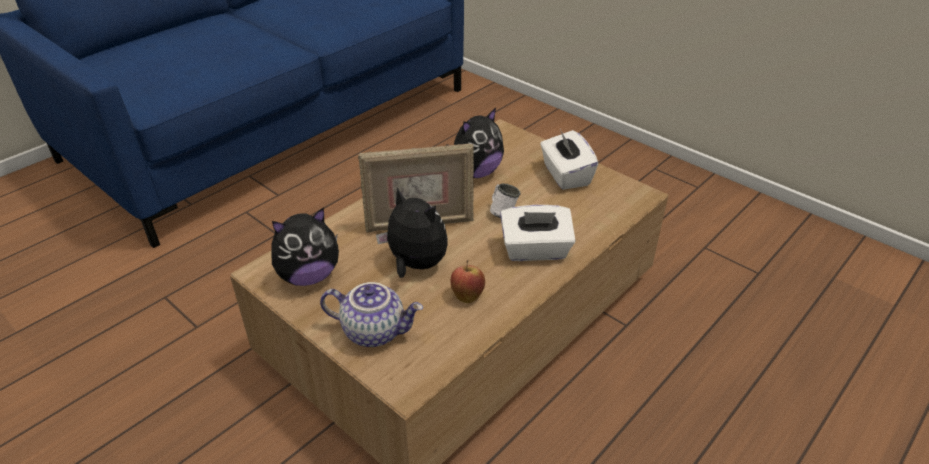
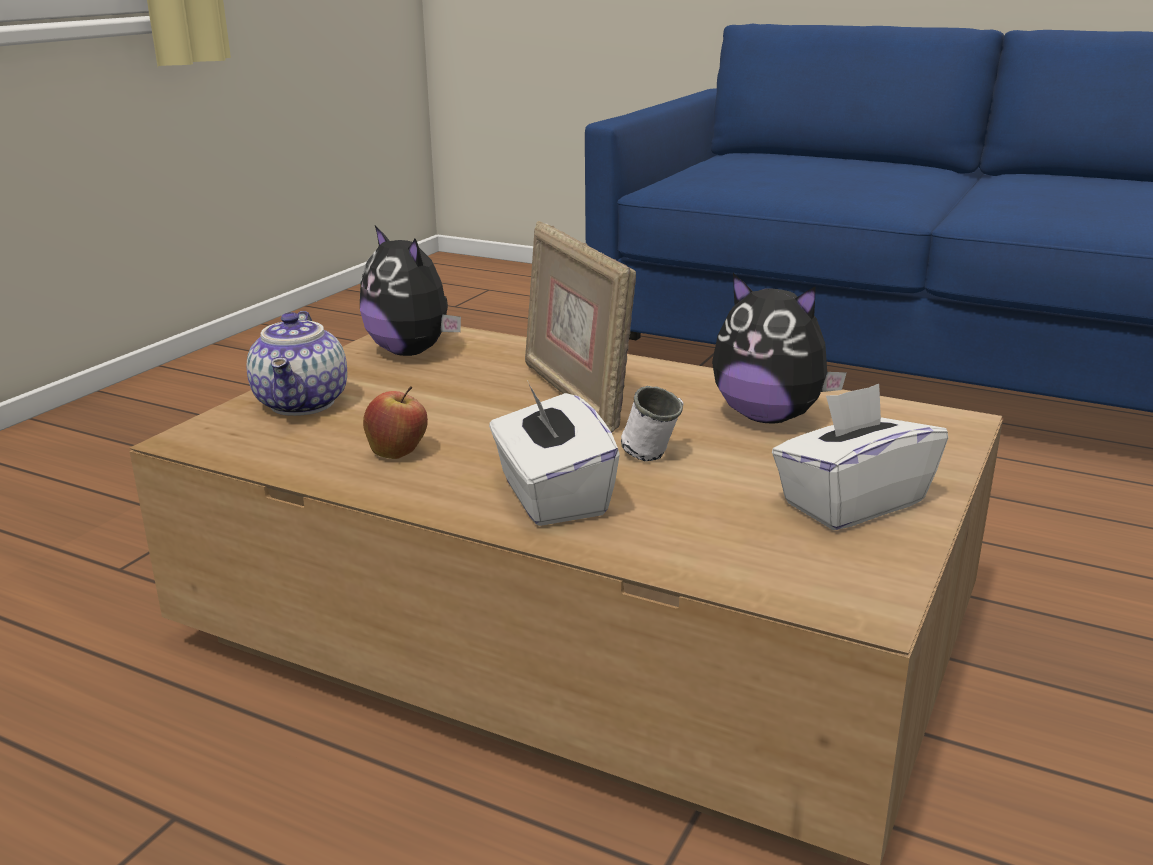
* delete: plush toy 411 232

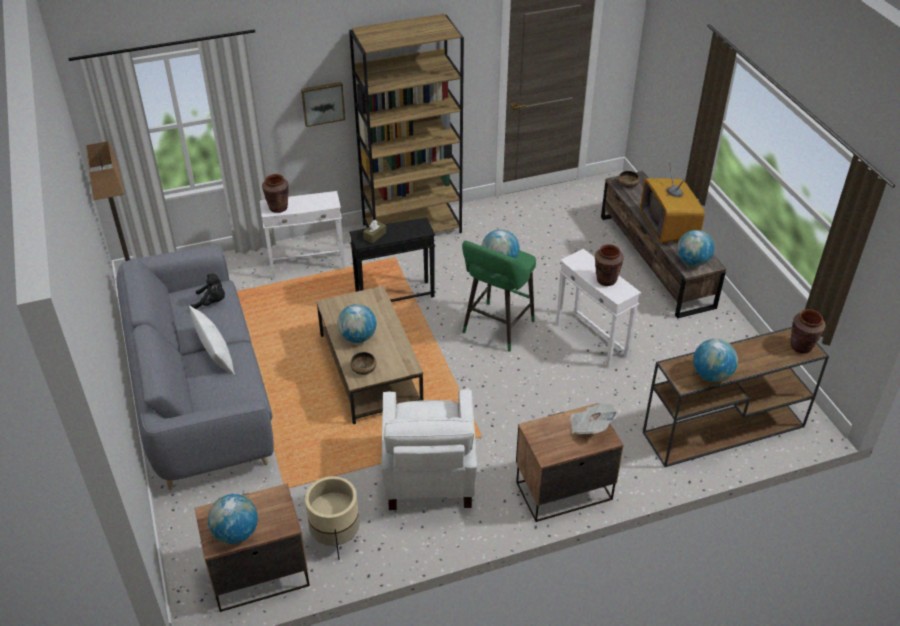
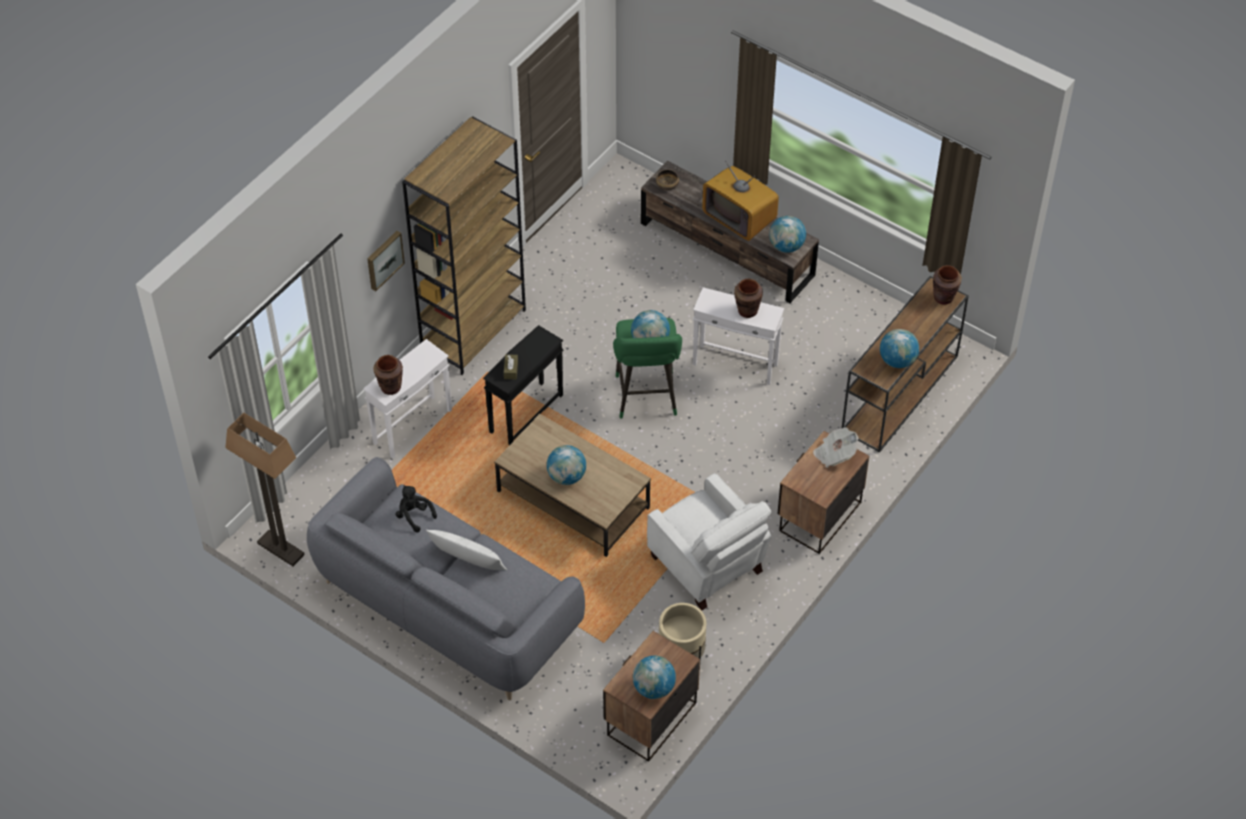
* rotate: plush toy/black 207 291 = 416 509 105 degrees counterclockwise
* delete: bowl 363 363

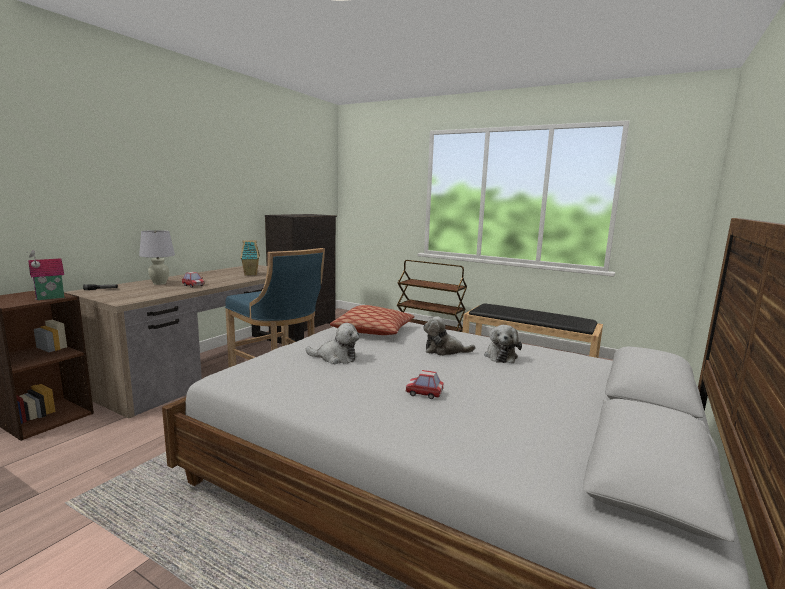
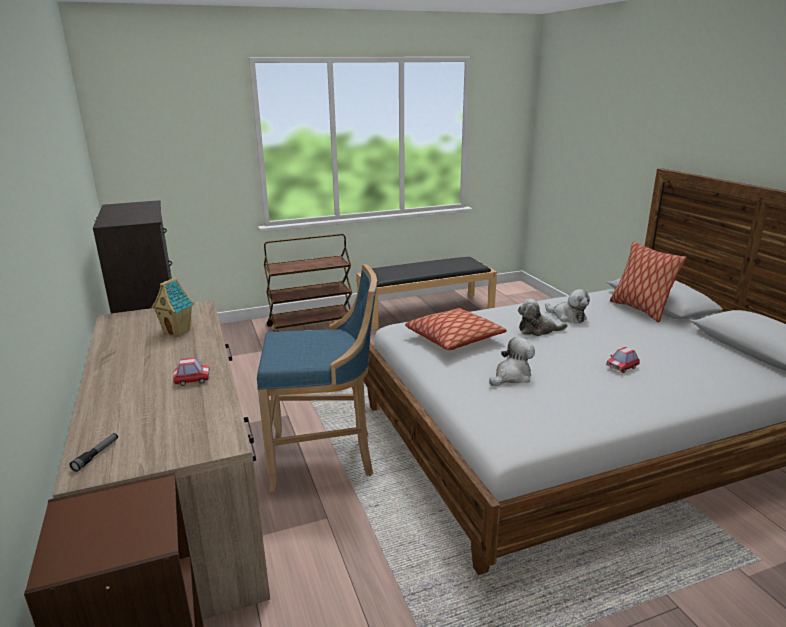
* delete: toy house 46 275
* delete: table lamp/white 157 257
* rotate: plush toy 449 336 = 542 317 45 degrees clockwise
* insert: pillow 648 281

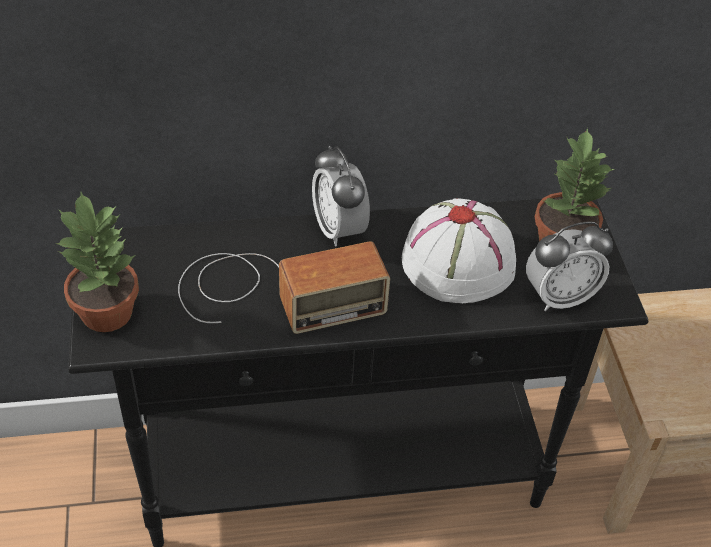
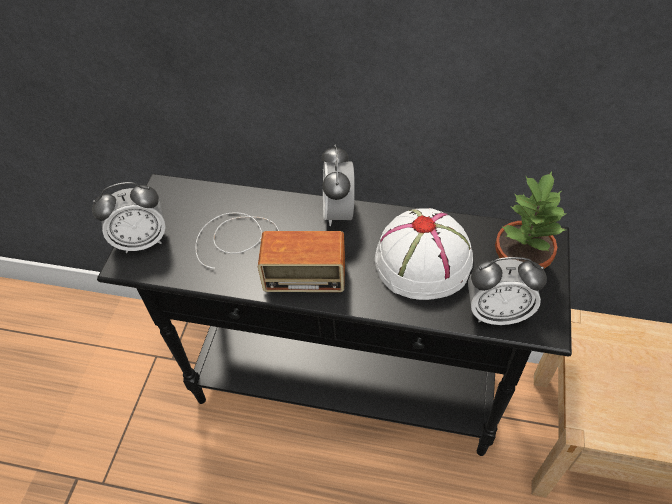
* replace: potted plant 97 262 to alarm clock 129 217

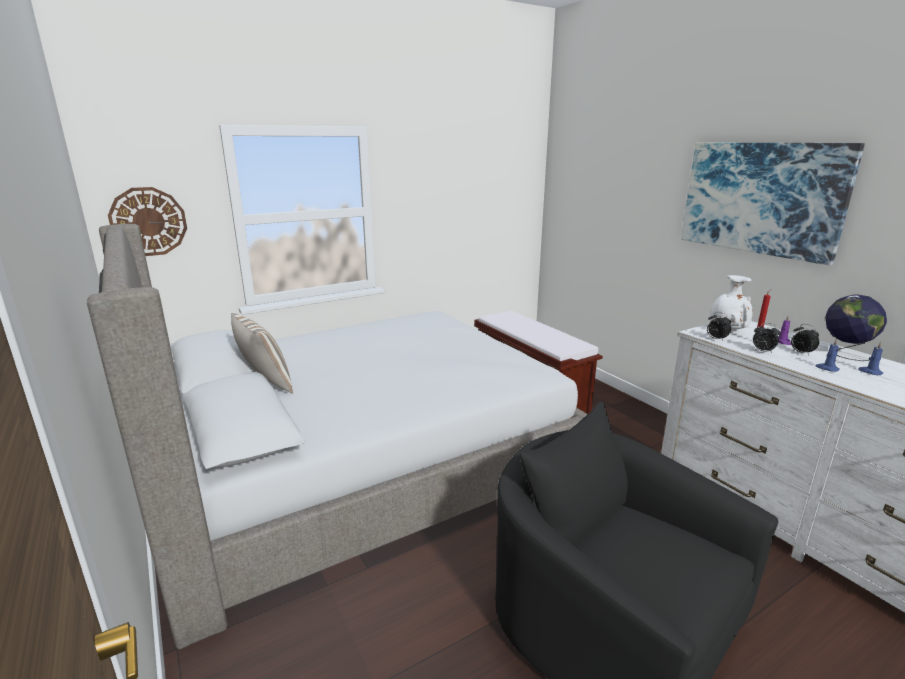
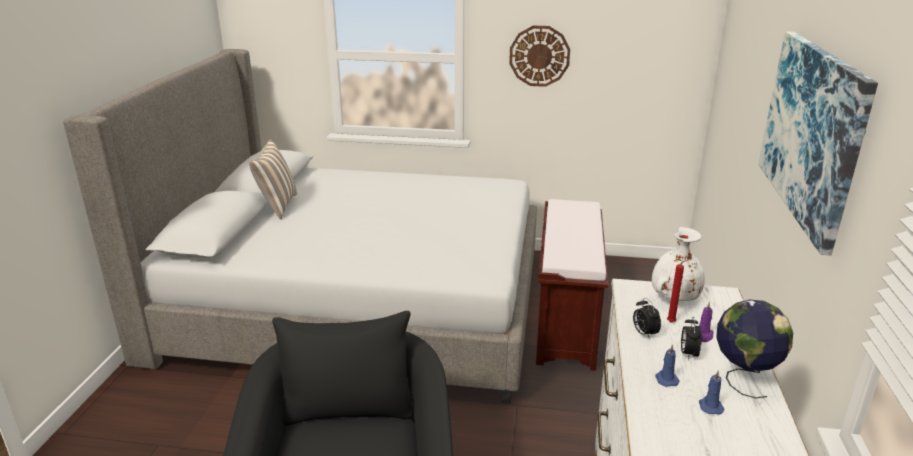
* move: wall clock 147 221 to 539 56
* delete: alarm clock 719 327

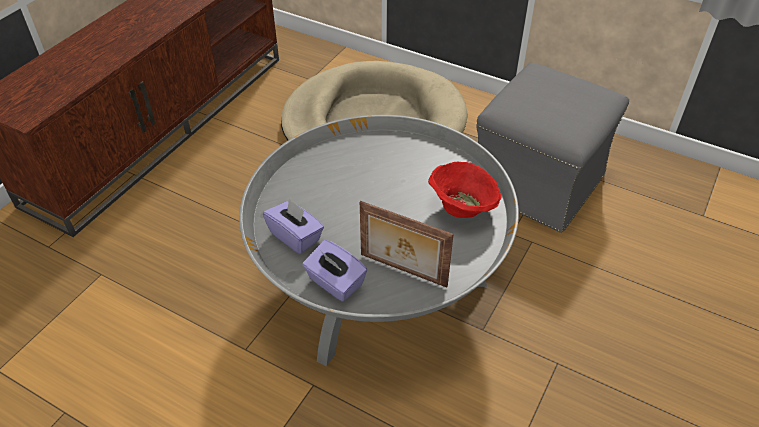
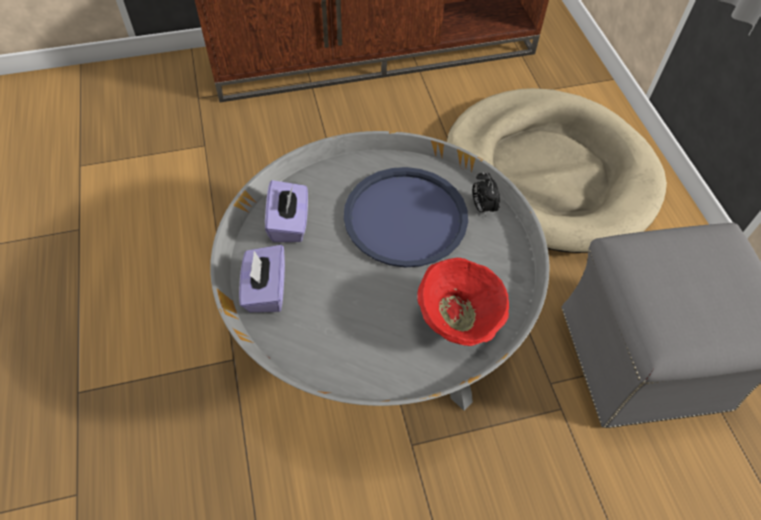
* delete: picture frame 406 244
* insert: tray/blue 406 217
* insert: alarm clock 486 194

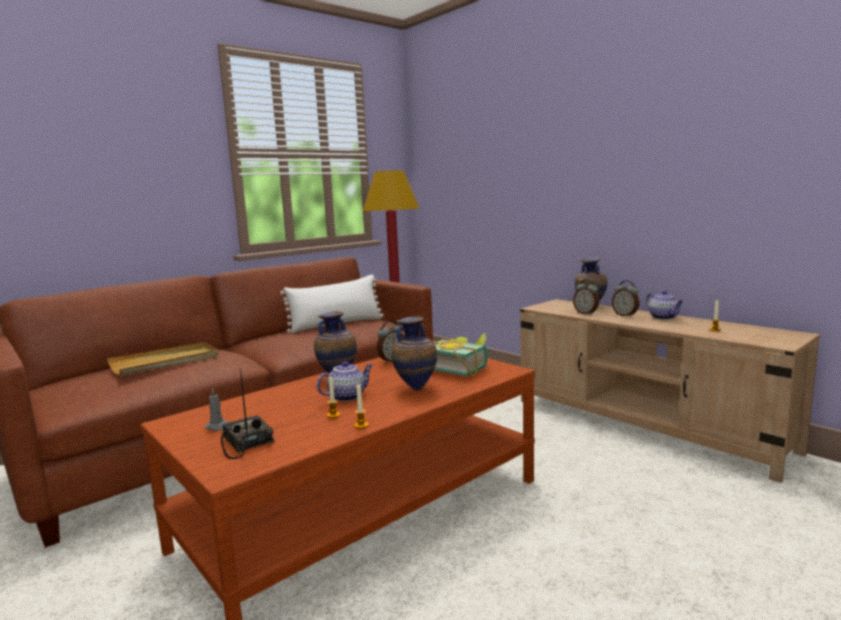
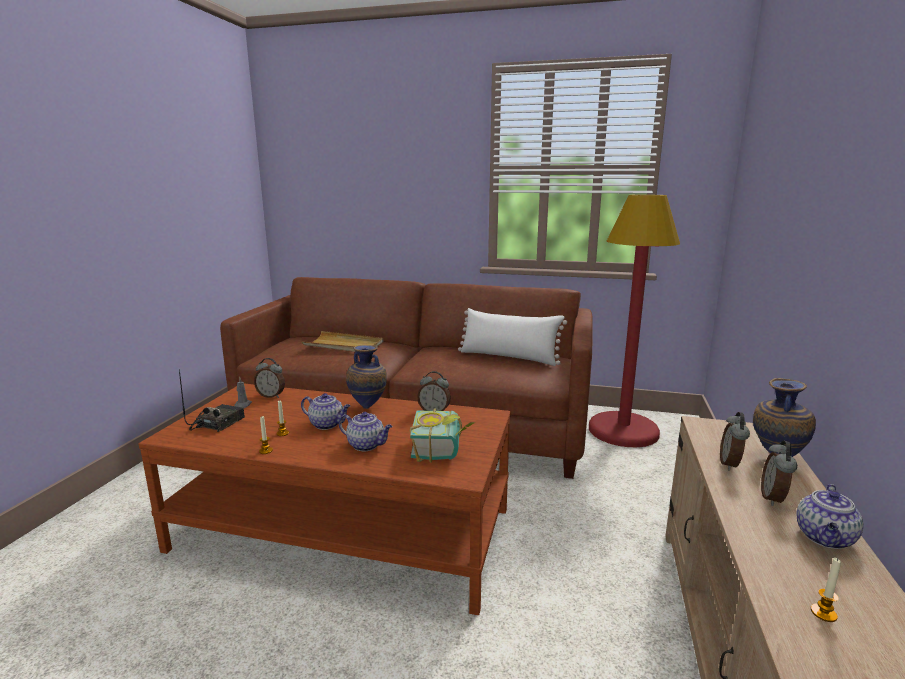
* replace: vase 414 353 to teapot 365 431
* insert: alarm clock 269 378

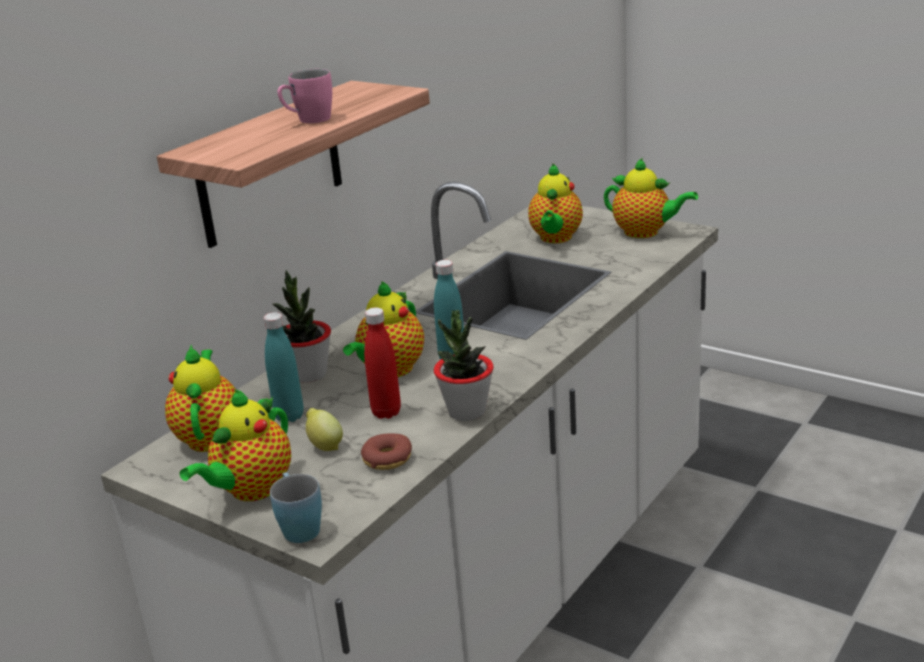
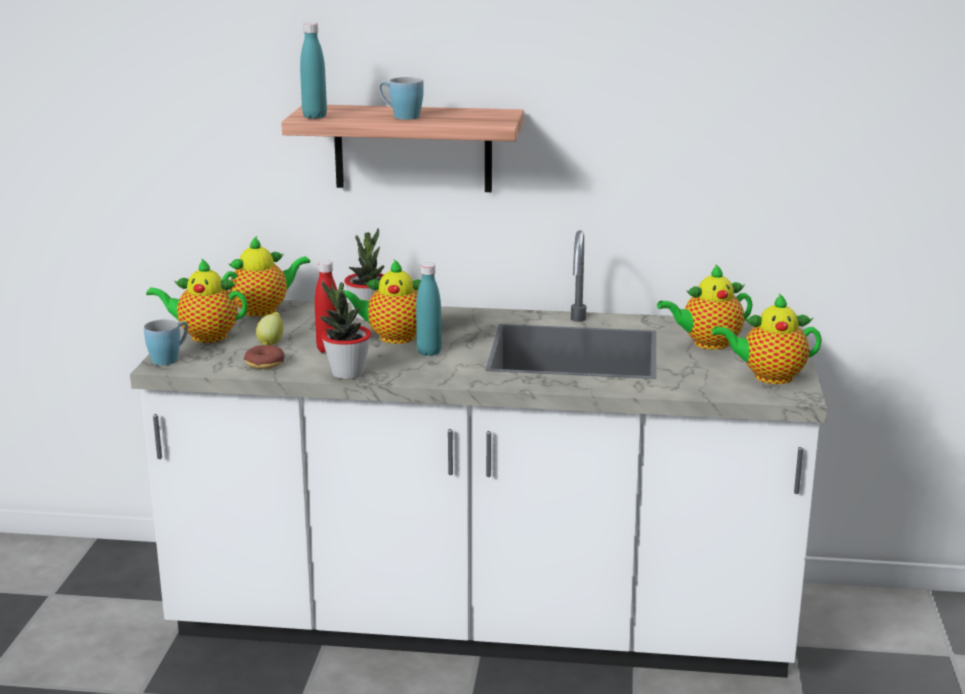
* move: bottle/turquoise 284 367 to 313 70
* recolor: mug/pink 304 96 to mug/blue 401 98
* rotate: teapot 651 198 = 767 339 90 degrees clockwise

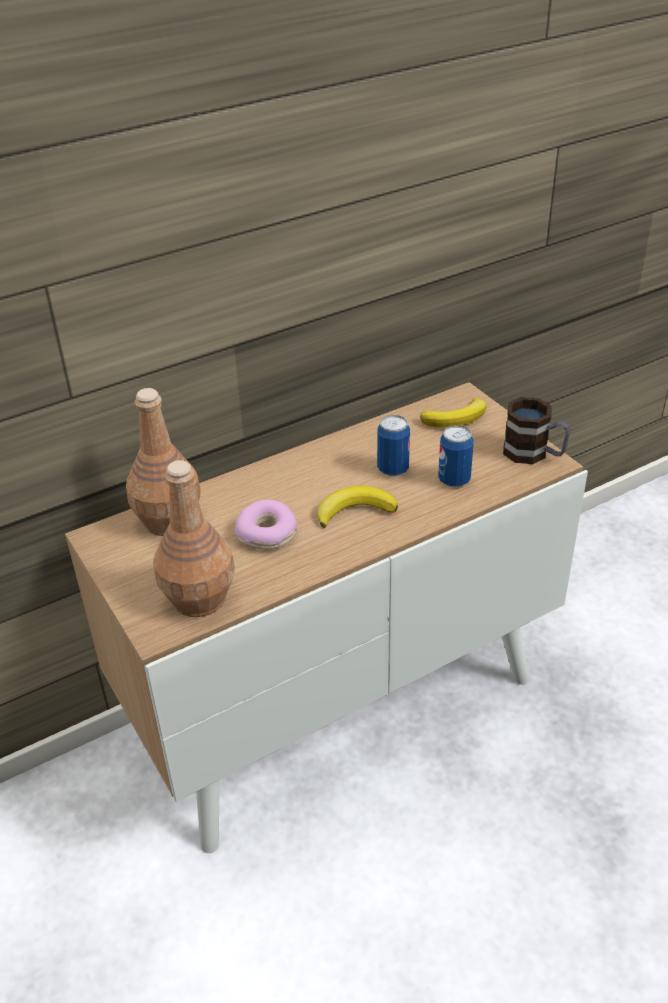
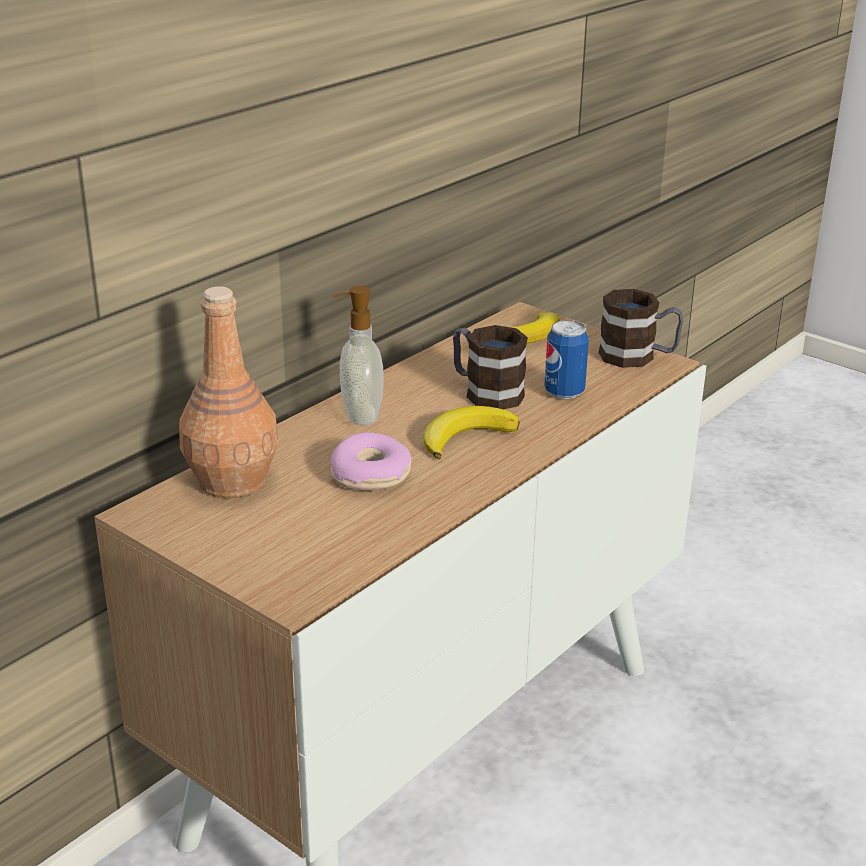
* delete: bottle/brown 194 538
* replace: can 393 445 to mug 490 367
* insert: soap dispenser 358 355

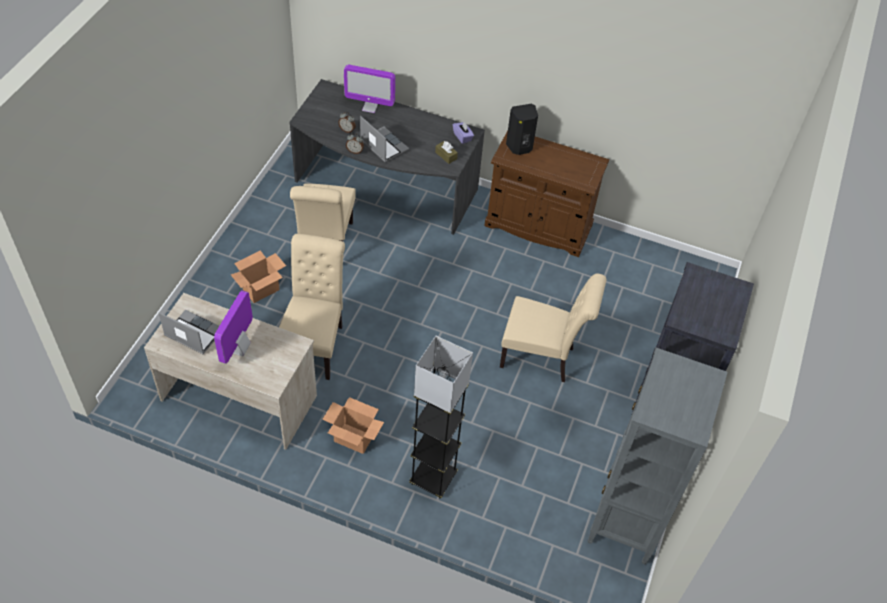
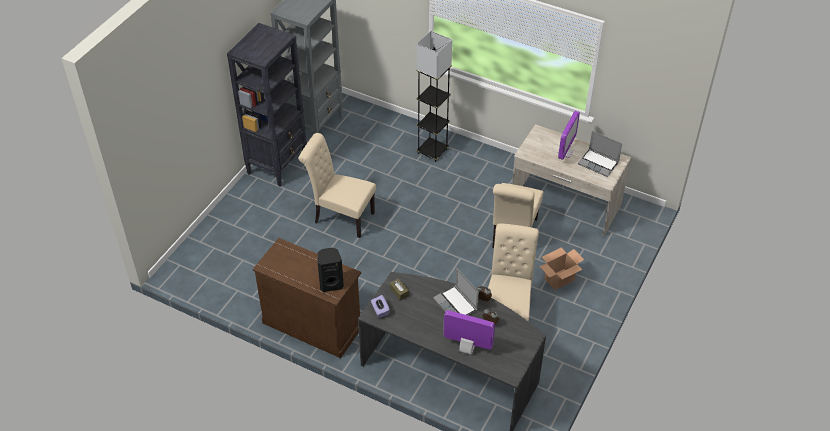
* delete: cardboard box 353 425

